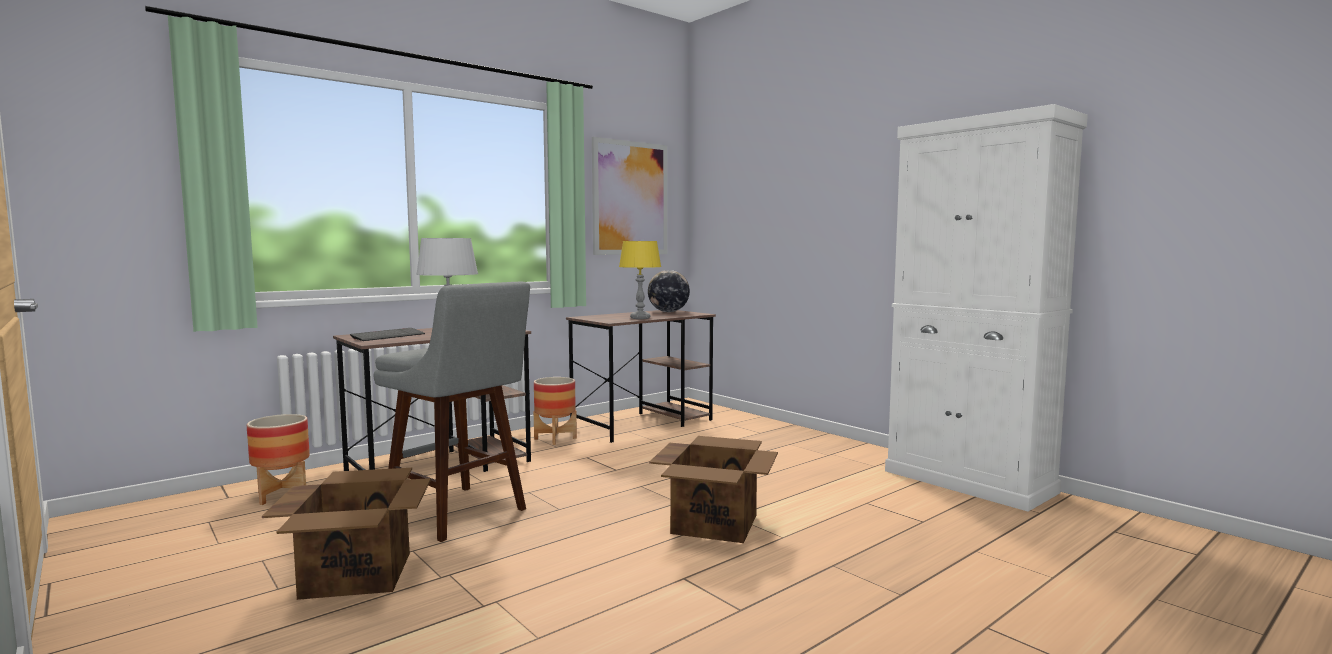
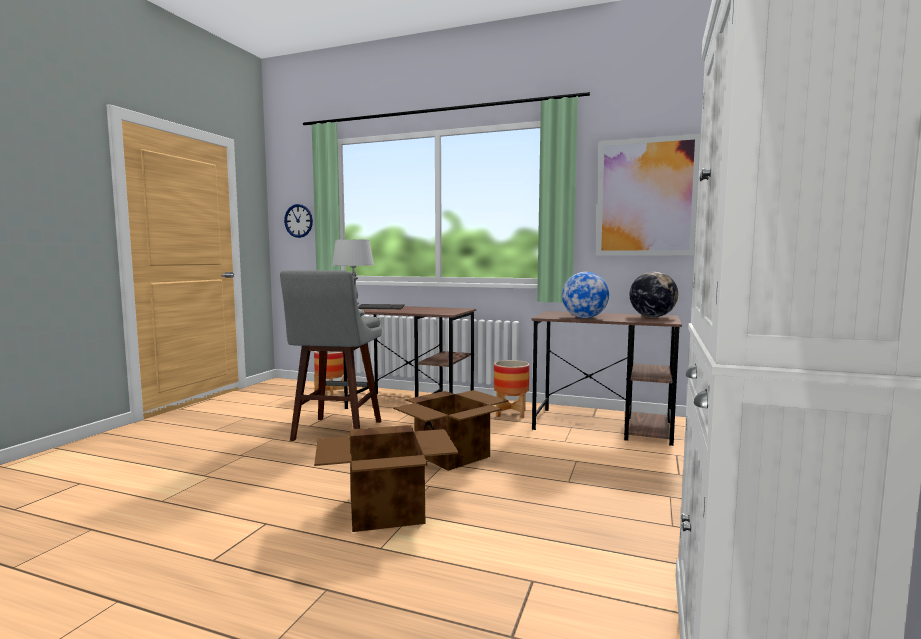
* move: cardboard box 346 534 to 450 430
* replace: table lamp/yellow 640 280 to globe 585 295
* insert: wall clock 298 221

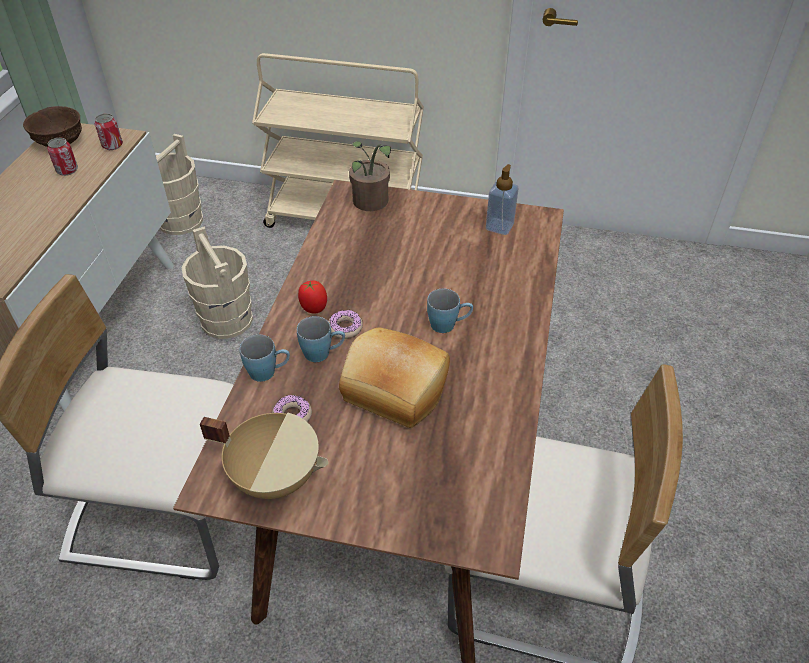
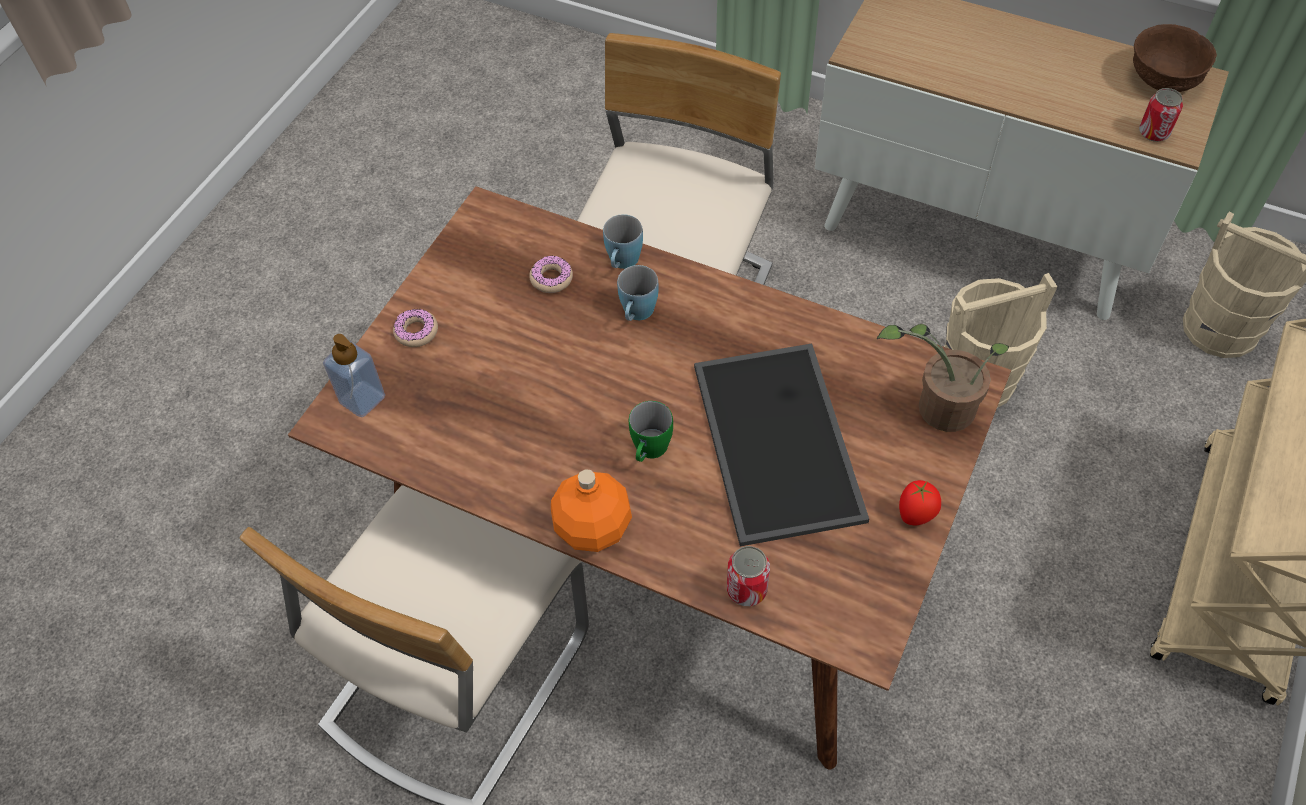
* move: can 62 157 to 748 576
* delete: cooking pot/beige 264 455
* move: tomato 312 297 to 920 502
* move: donut 345 324 to 415 328
* delete: bread 394 377
* recolor: mug/blue 450 310 to mug/green 651 431
* move: soap dispenser 502 199 to 354 375
* insert: bottle/orange 591 510
* insert: tray 781 444

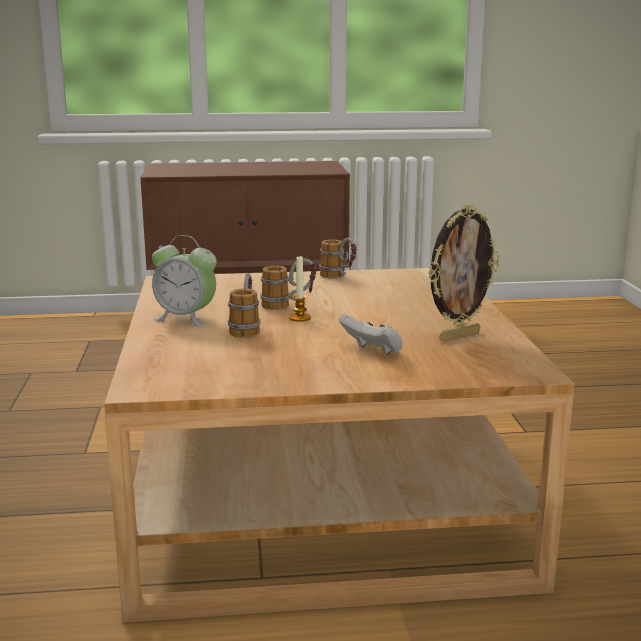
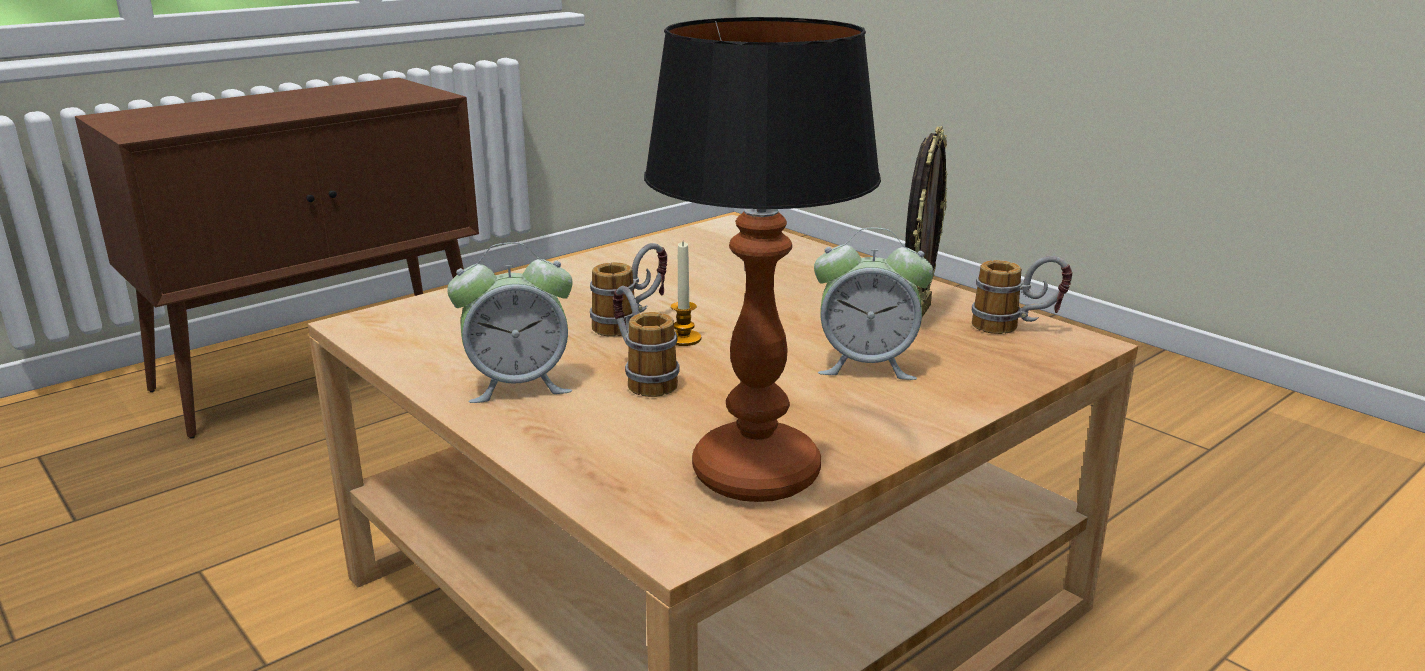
* move: mug 338 258 to 1022 295
* replace: game controller/white 370 334 to alarm clock 873 304
* insert: table lamp 762 259

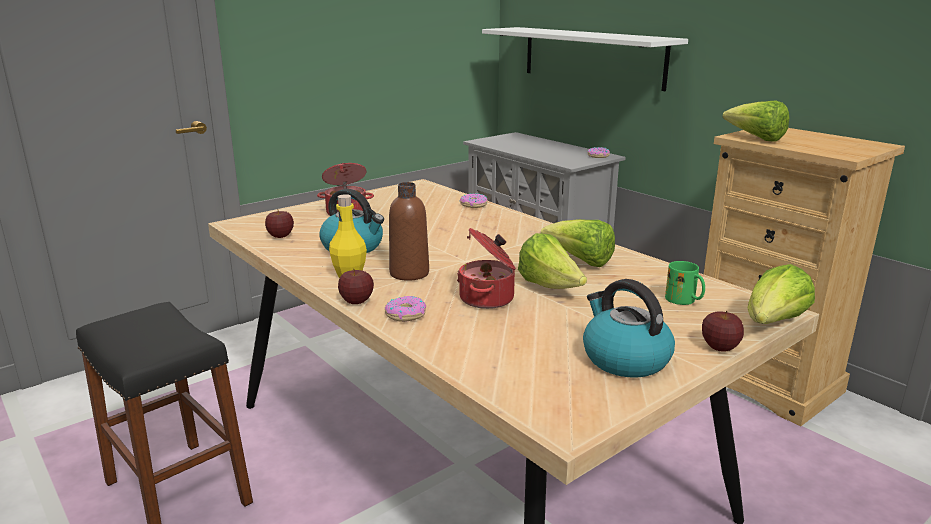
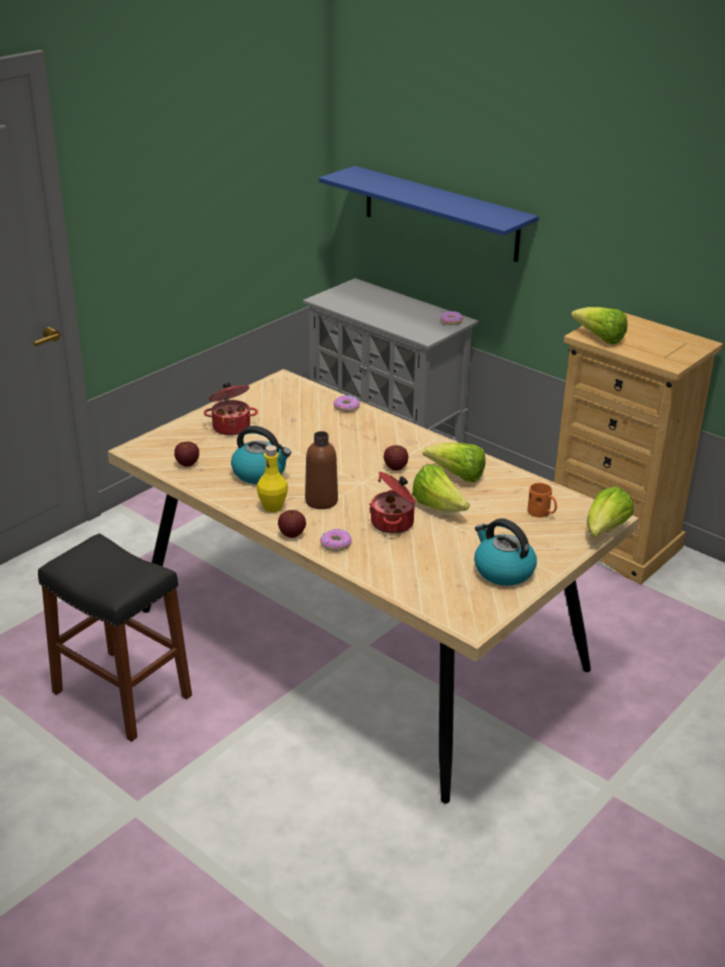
* recolor: shelf/white 585 59 to shelf/blue 429 214
* recolor: mug/green 685 283 to mug/orange 542 500
* move: apple 723 331 to 396 458

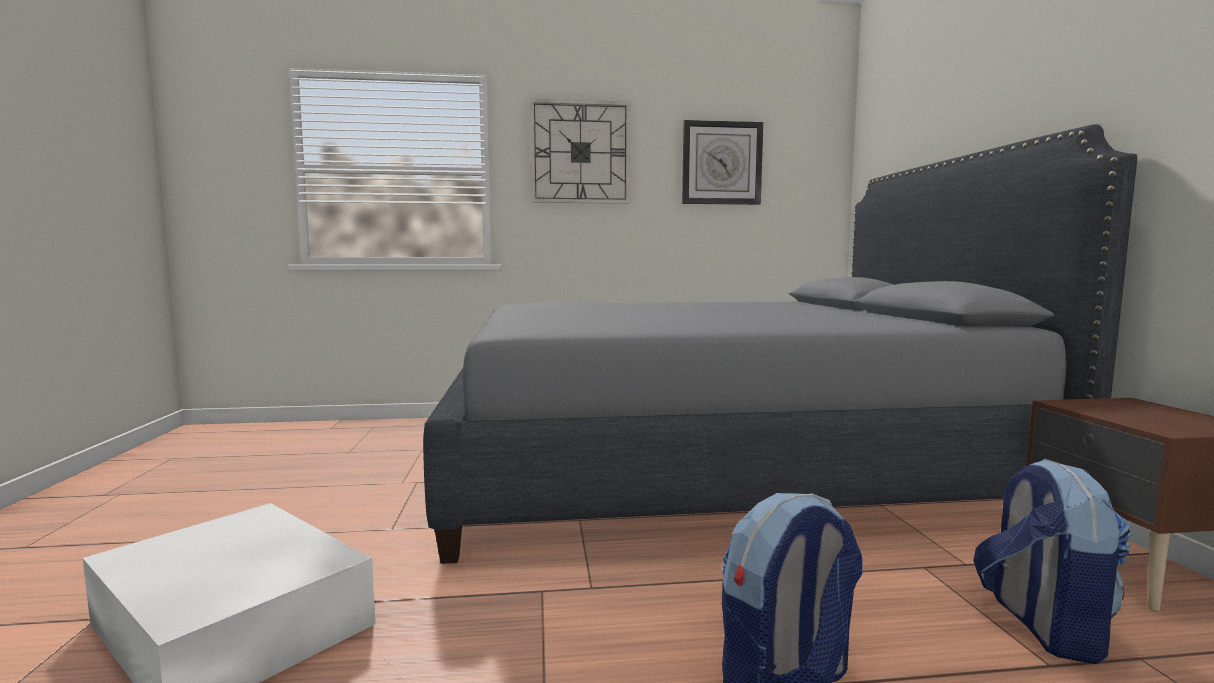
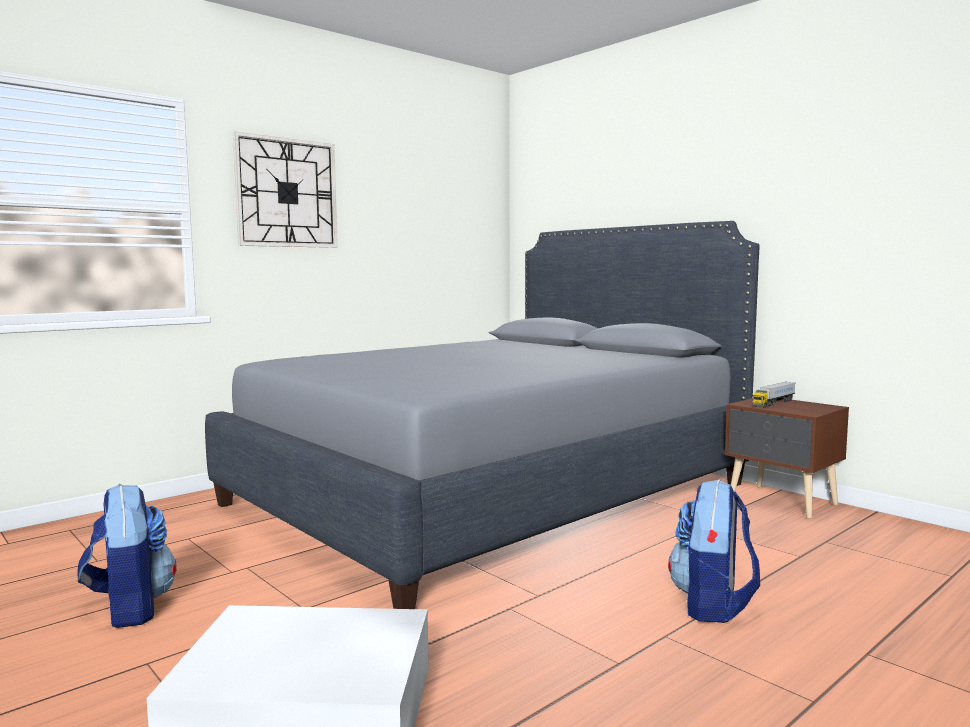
* delete: wall clock 722 162
* move: backpack 1052 561 to 126 556
* insert: toy truck 774 394

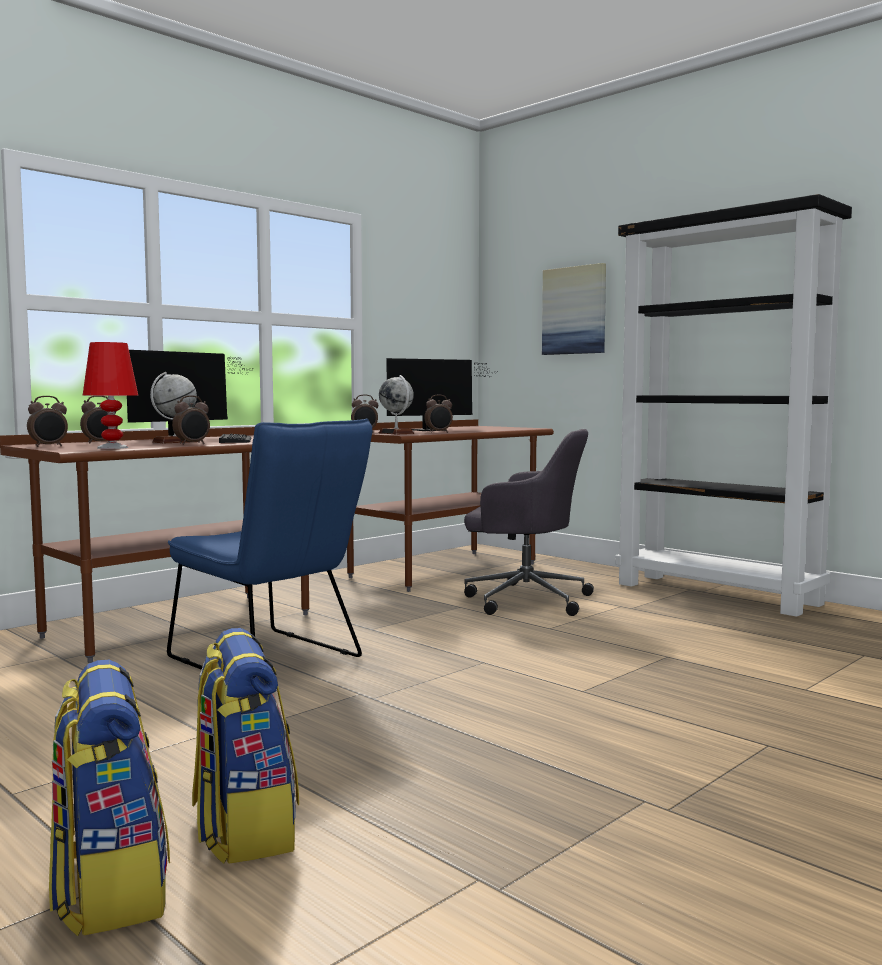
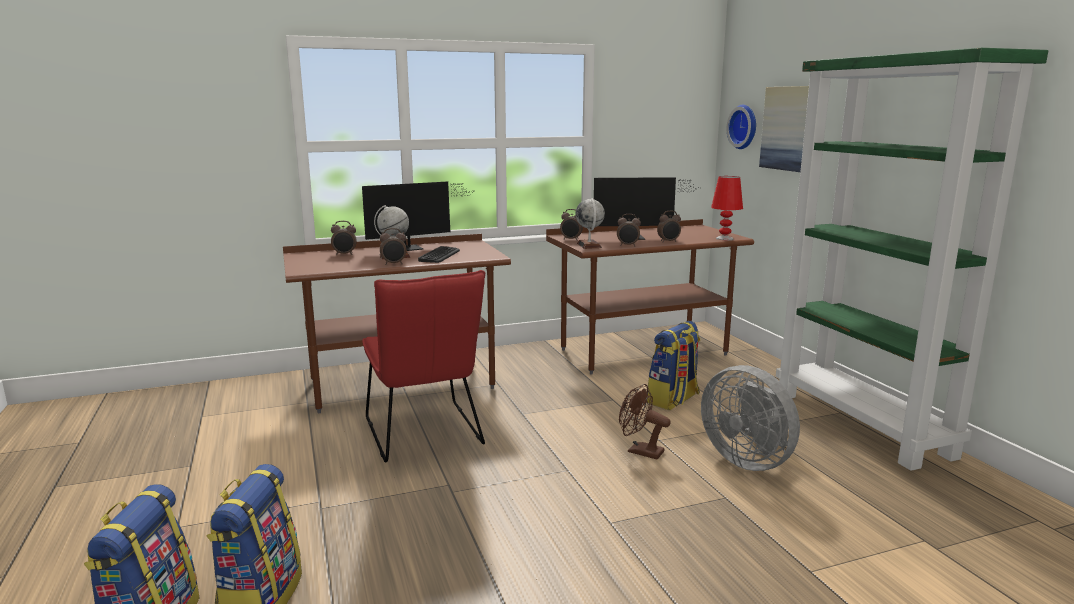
* move: alarm clock 47 421 to 669 226
* move: table lamp/red 110 395 to 727 208
* recolor: chair/blue 270 544 to chair/red 423 366
* replace: office chair/grey 529 522 to backpack 673 365
* recolor: bookcase/black 733 405 to bookcase/green 912 259
* insert: fan/brown 645 422
* insert: fan/grey 750 418
* insert: wall clock 741 127

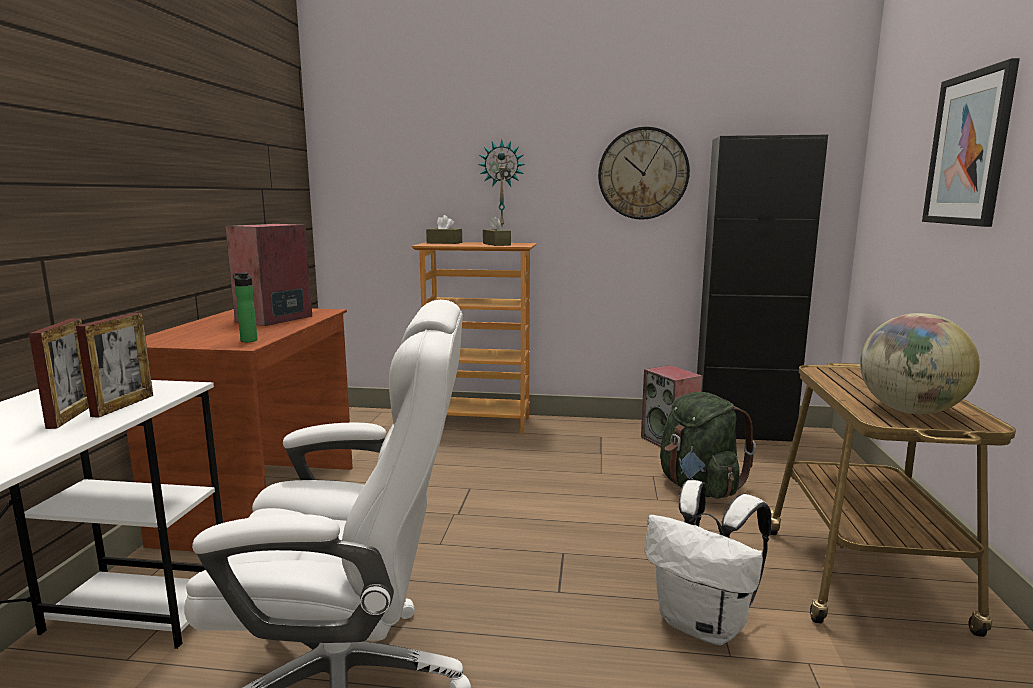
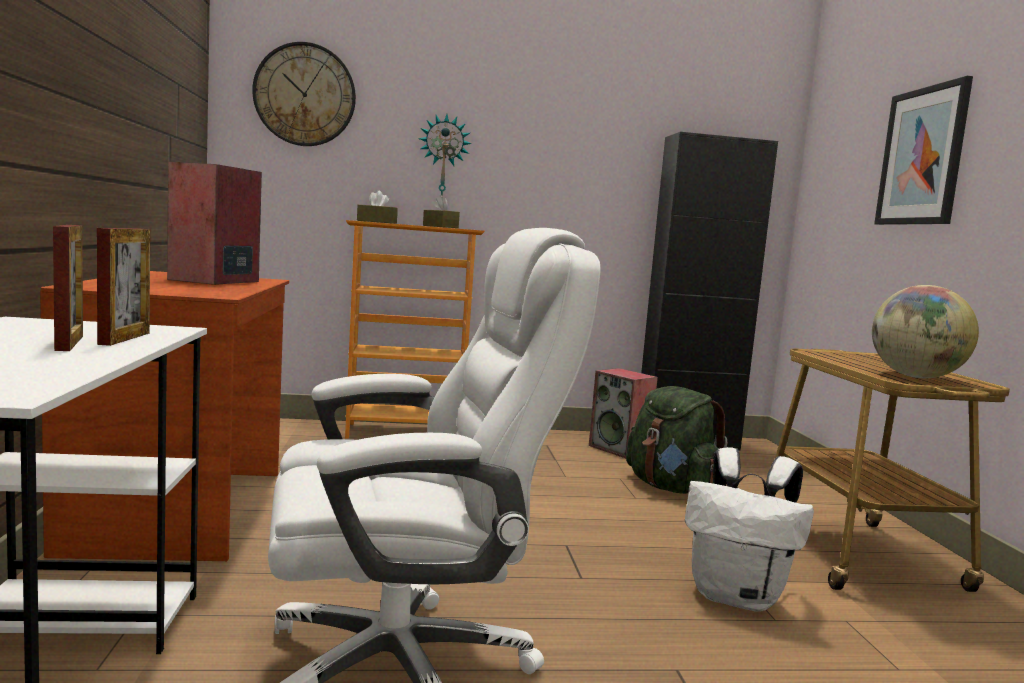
* delete: bottle 245 307
* move: wall clock 644 173 to 304 94

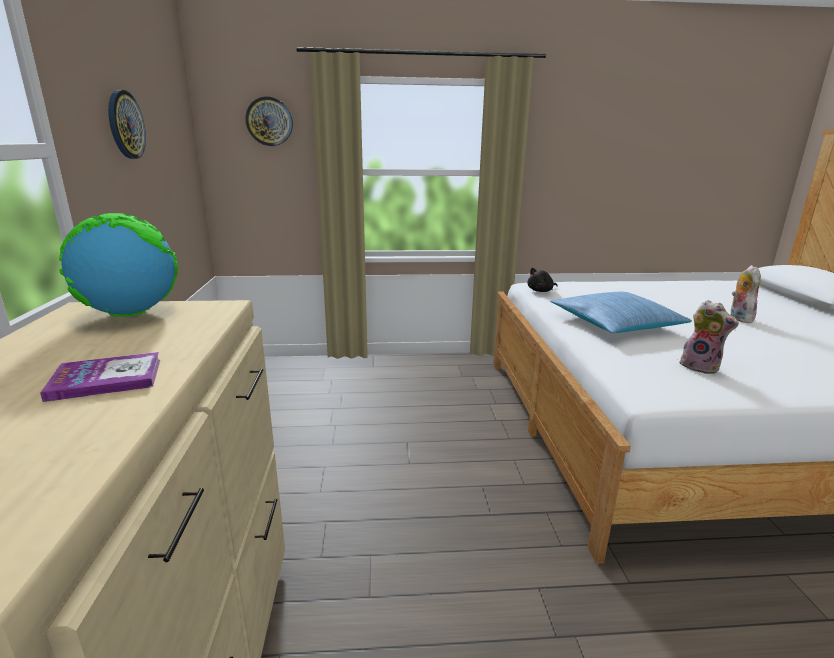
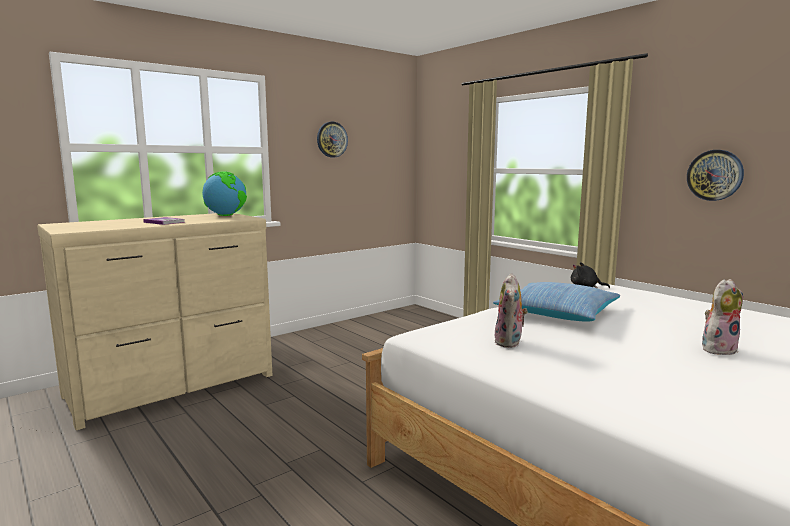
* move: wall clock 269 121 to 715 175

